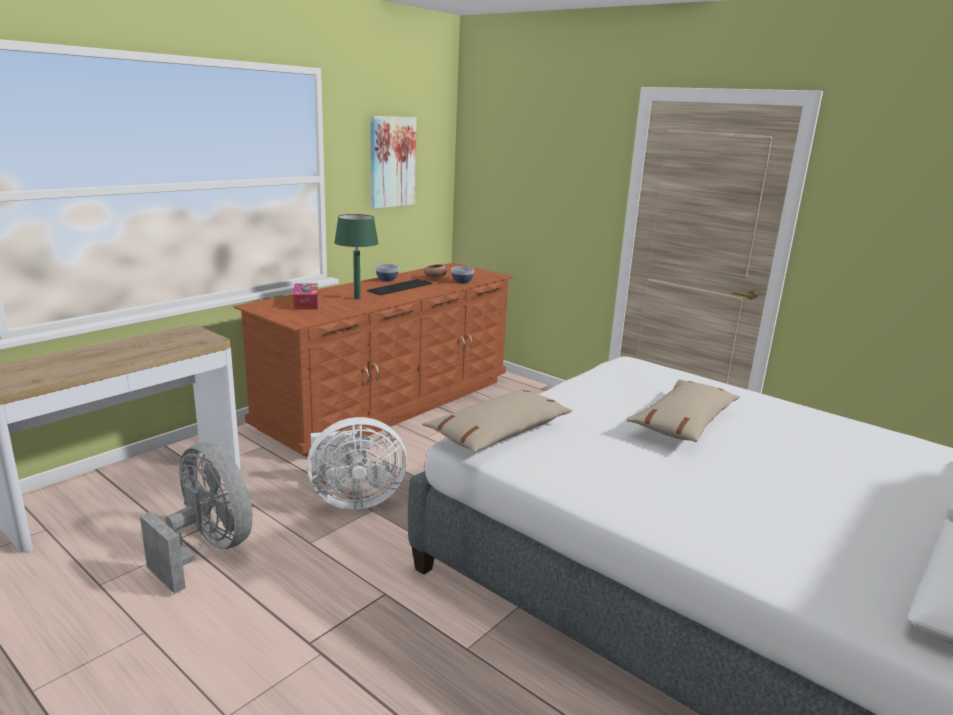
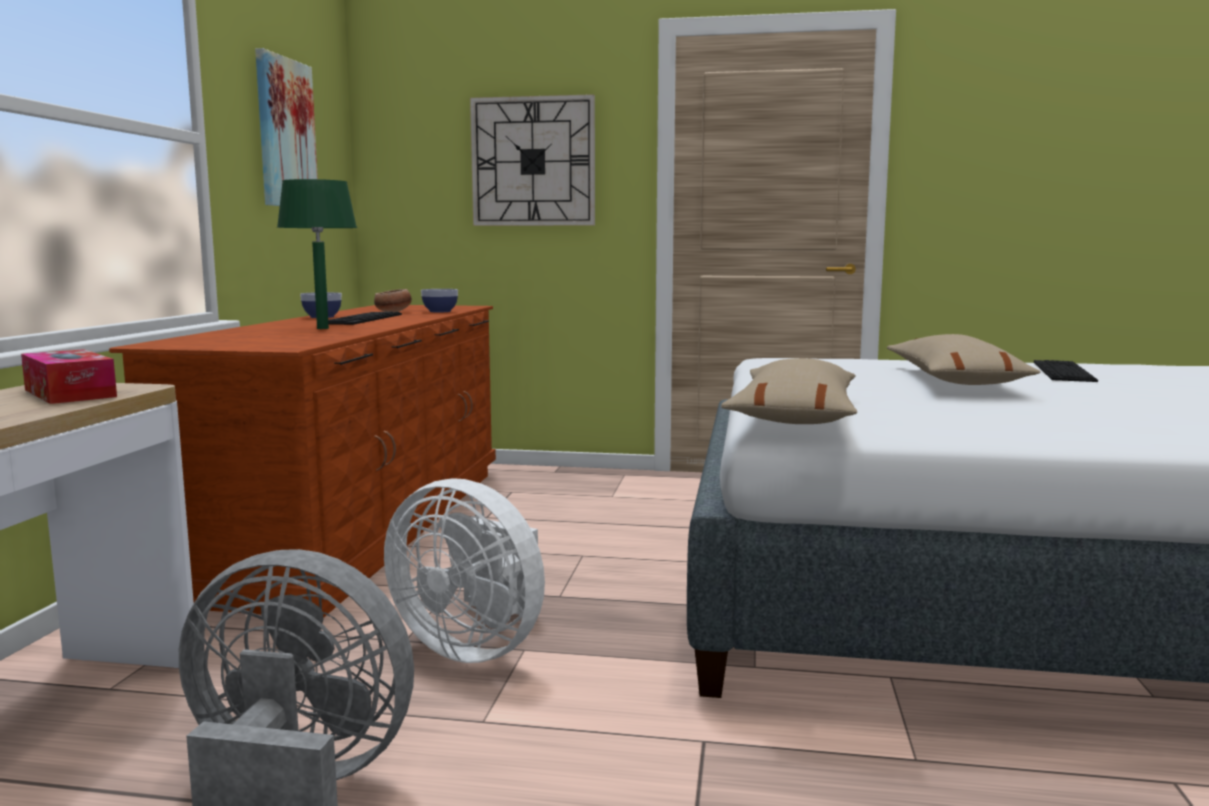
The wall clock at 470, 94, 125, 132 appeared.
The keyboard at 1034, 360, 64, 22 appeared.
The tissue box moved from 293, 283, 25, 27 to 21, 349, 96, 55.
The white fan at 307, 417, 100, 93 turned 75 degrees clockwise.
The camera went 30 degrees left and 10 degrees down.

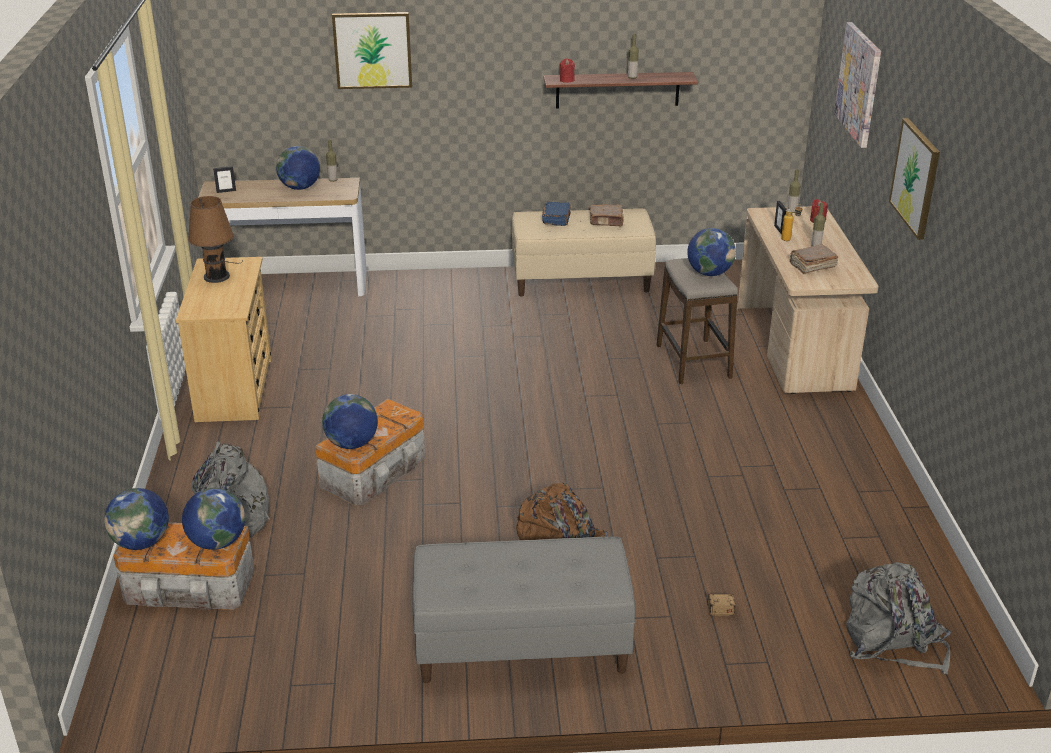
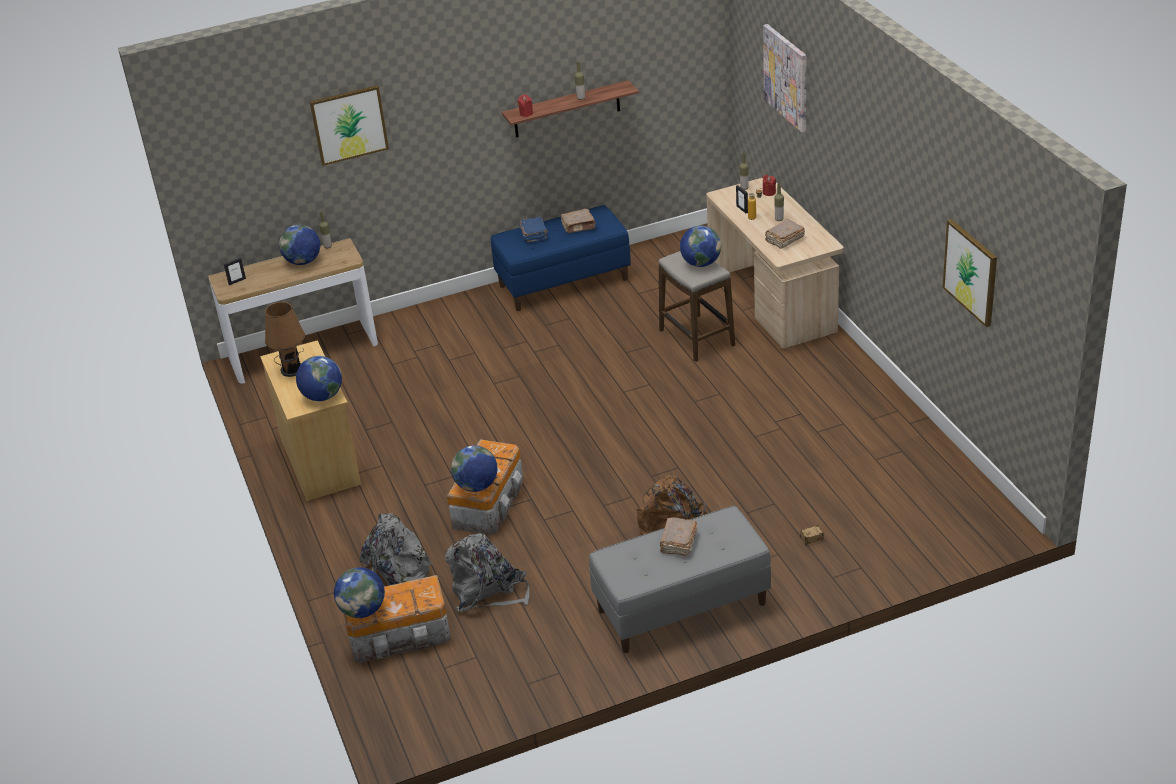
The brown book at 660, 517, 37, 39 appeared.
The globe moved from 182, 488, 63, 62 to 296, 356, 46, 45.
The grey backpack moved from 847, 562, 104, 112 to 445, 533, 84, 79.
The picture moved from 889, 118, 51, 122 to 943, 219, 54, 108.
The beige bench at 512, 209, 144, 87 became the blue bench at 491, 205, 140, 106.
The camera went 15 degrees left and 5 degrees up.

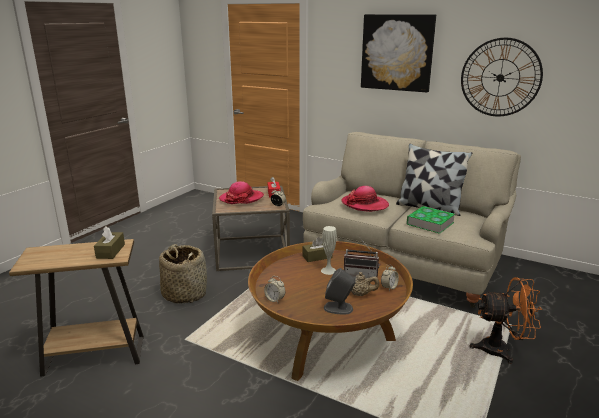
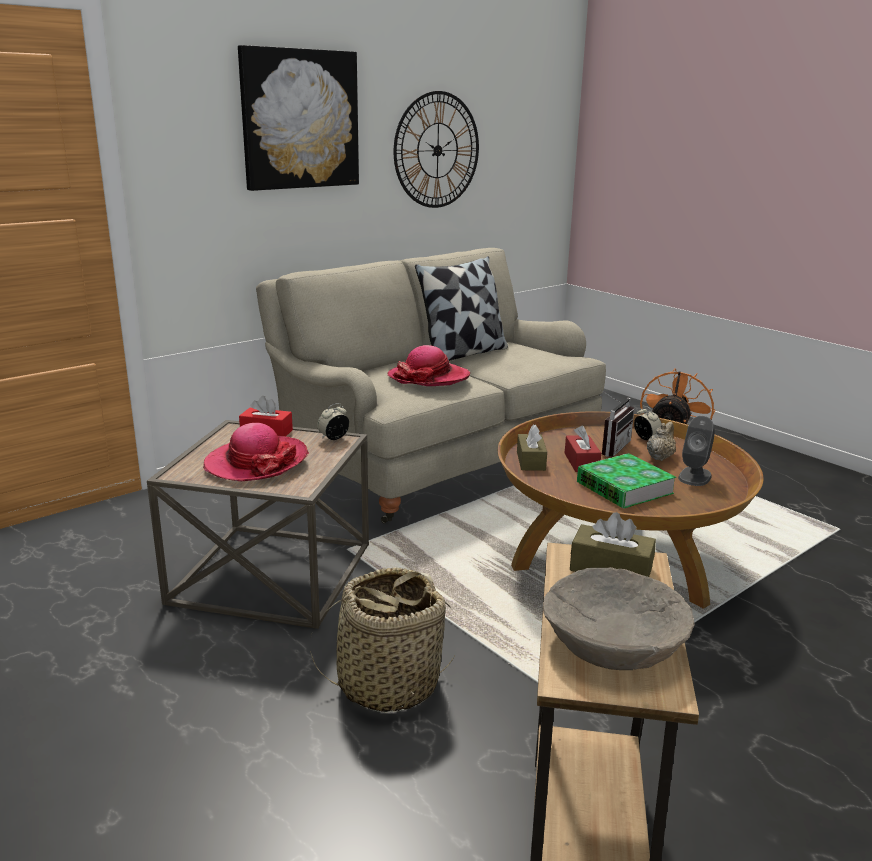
The alarm clock at 264, 276, 21, 27 disappeared.
The beige bowl at 543, 567, 152, 103 appeared.
The book moved from 406, 206, 49, 28 to 577, 453, 99, 56.
The white vase at 321, 226, 16, 49 was replaced by the red tissue box at 565, 426, 36, 46.
The camera went 70 degrees left and 0 degrees up.

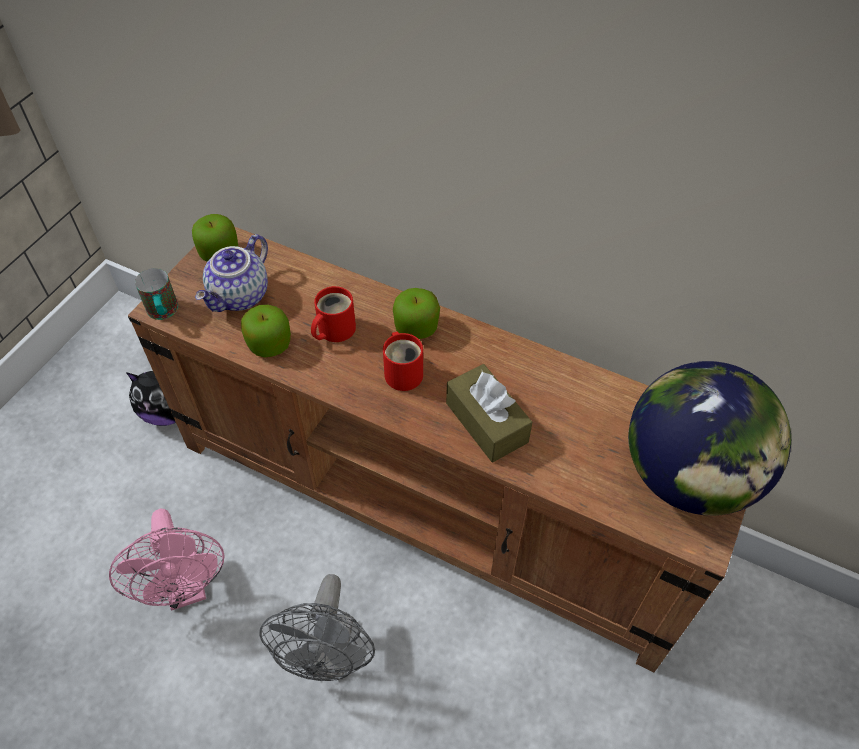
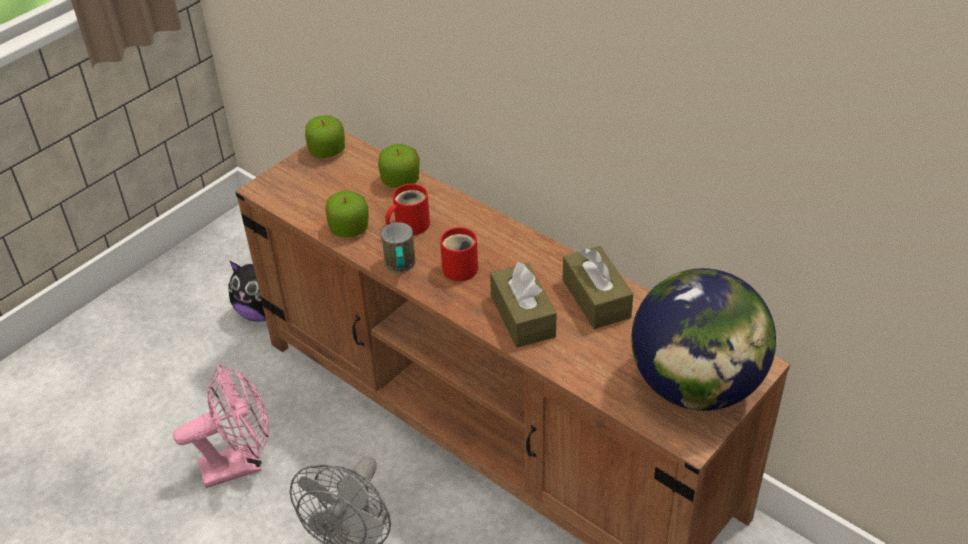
The teapot at 195, 234, 73, 78 disappeared.
The brown tissue box at 563, 246, 70, 83 appeared.
The mug moved from 135, 268, 43, 52 to 382, 222, 34, 51.
The apple moved from 393, 288, 47, 51 to 378, 144, 41, 44.
The pink fan at 109, 509, 116, 101 turned 105 degrees counterclockwise.
The camera went 15 degrees right and 10 degrees down.

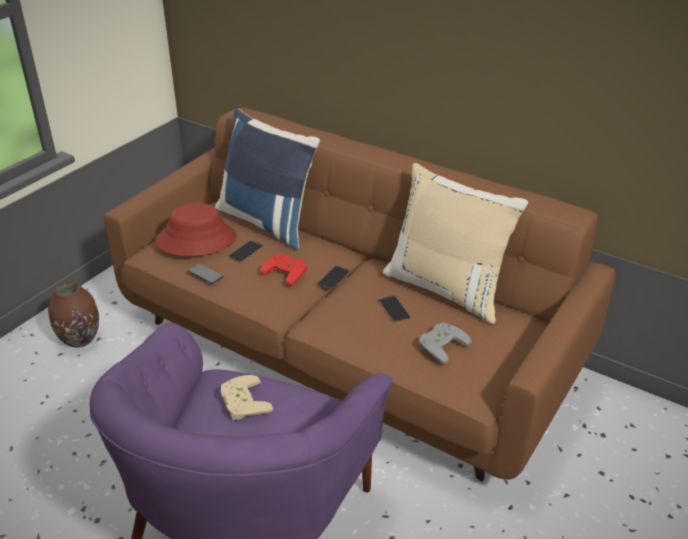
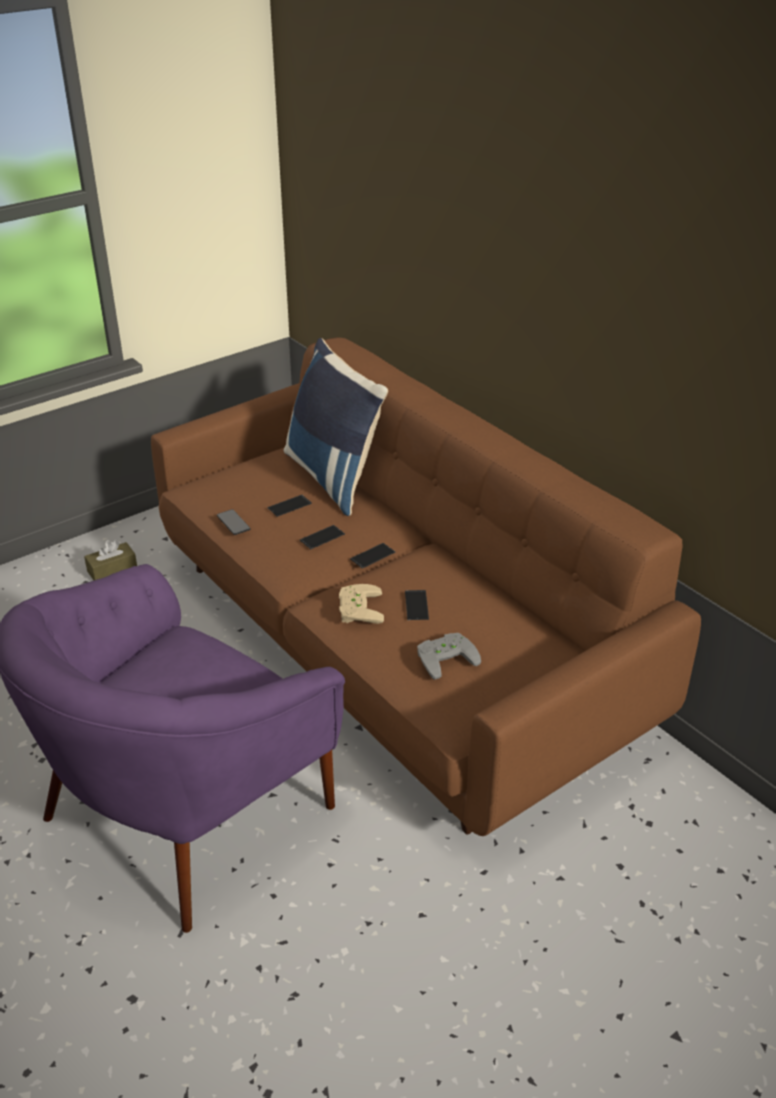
The red hat at 155, 203, 82, 53 disappeared.
The beige pillow at 383, 163, 145, 161 disappeared.
The beige game controller moved from 221, 375, 52, 46 to 339, 584, 45, 40.
The brown vase at 48, 281, 51, 67 was replaced by the brown tissue box at 84, 540, 53, 41.
The red game controller at 260, 254, 47, 32 was replaced by the phone at 300, 525, 45, 24.
The camera went 20 degrees right and 0 degrees up.

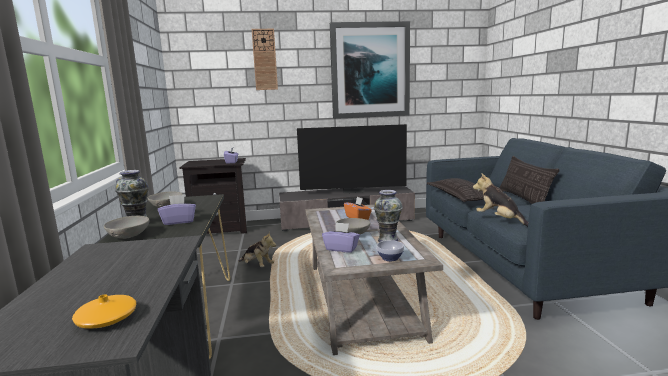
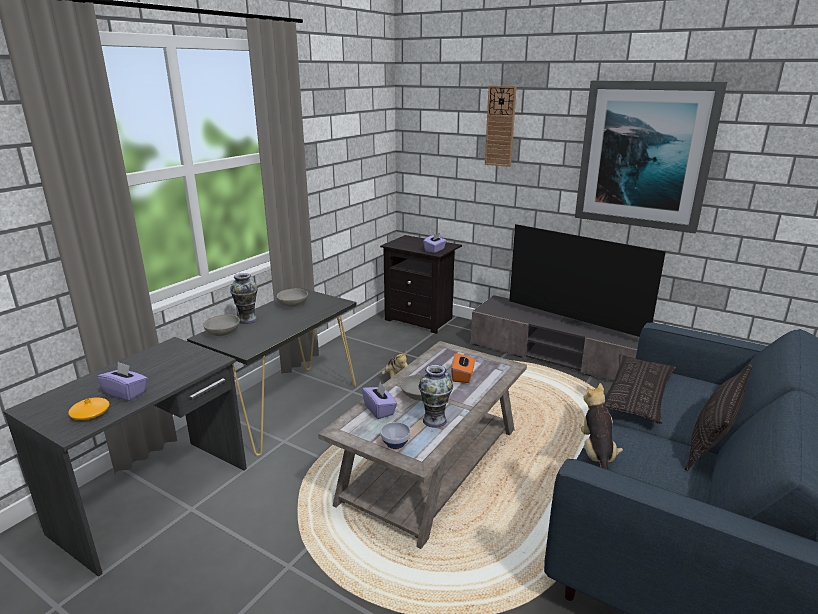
The purple tissue box moved from 158, 195, 38, 30 to 97, 362, 51, 39.
The camera went 40 degrees right and 10 degrees up.

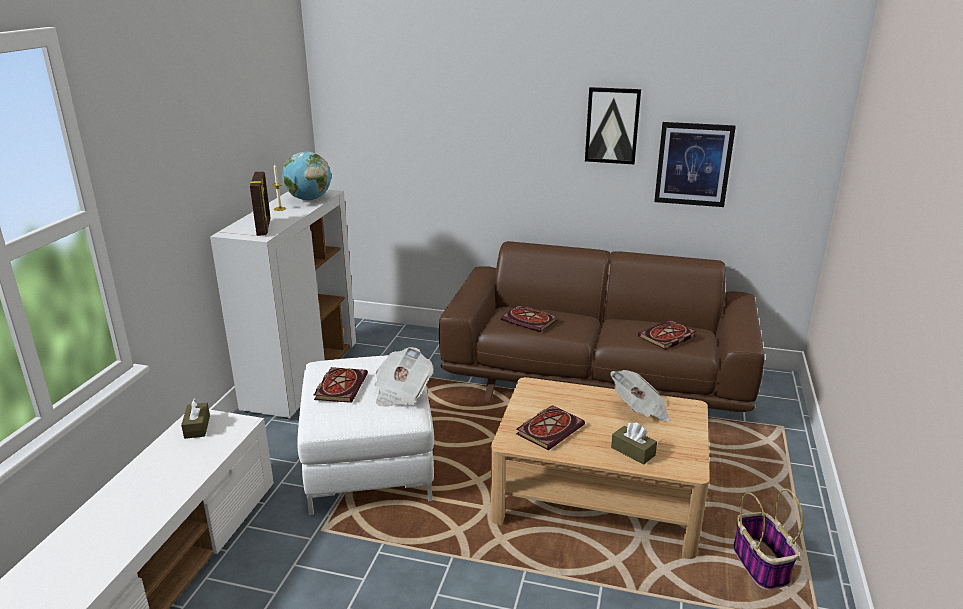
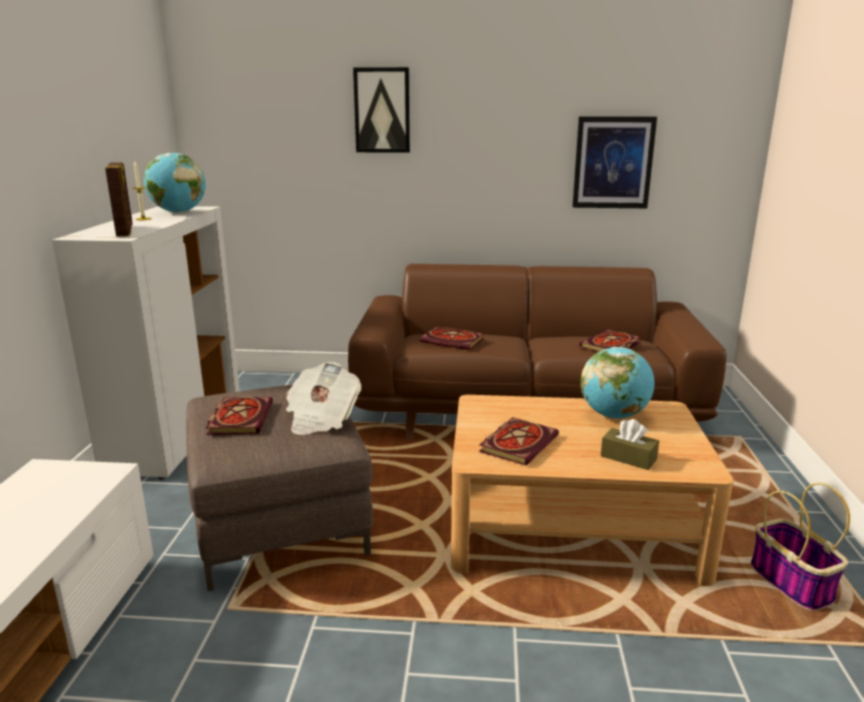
The brown tissue box at 181, 398, 29, 41 disappeared.
The picture moved from 585, 87, 56, 77 to 353, 67, 57, 86.
The newspaper at 611, 370, 58, 52 was replaced by the globe at 581, 347, 74, 72.
The white ottoman at 297, 355, 137, 160 became the brown ottoman at 186, 384, 187, 207.
The camera went 10 degrees left and 5 degrees down.

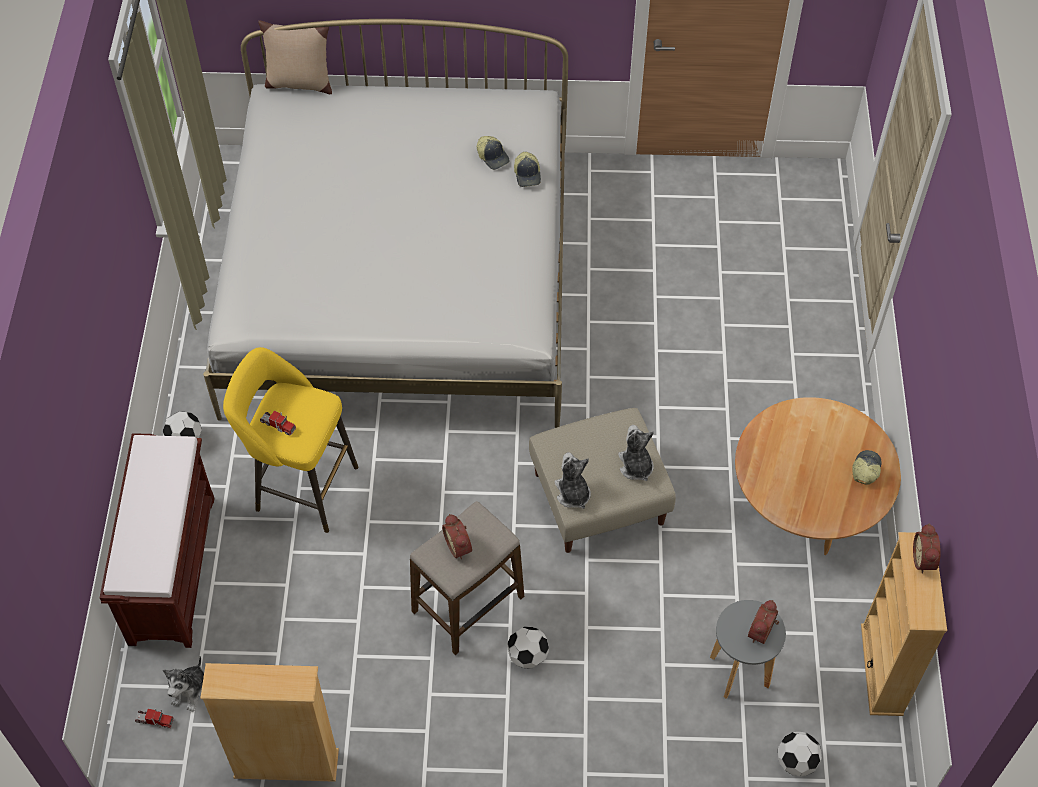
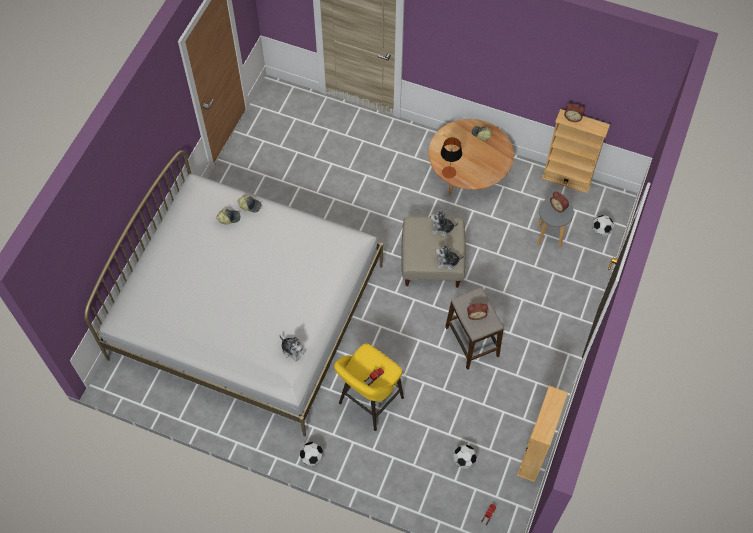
The brown bench at 100, 433, 115, 215 disappeared.
The beige pillow at 258, 21, 74, 73 disappeared.
The table lamp at 441, 138, 21, 40 appeared.
The plush toy moved from 163, 656, 41, 56 to 279, 335, 27, 27.
The football moved from 507, 626, 42, 43 to 453, 445, 24, 24.
The camera went 70 degrees left and 5 degrees up.

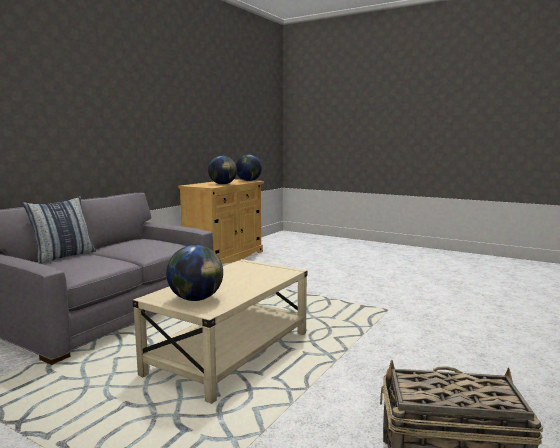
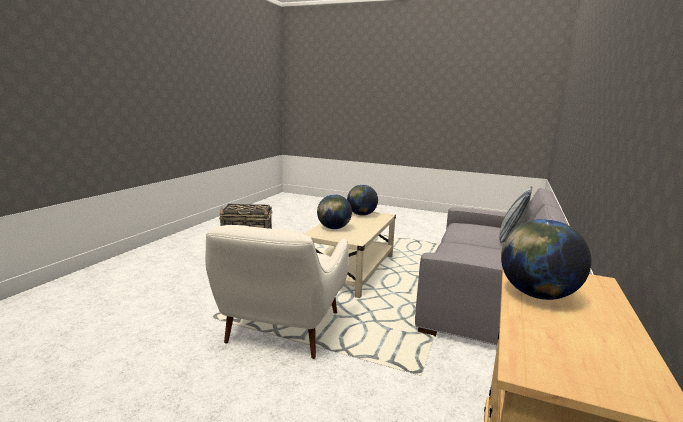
The white armchair at 205, 225, 144, 134 appeared.
The globe moved from 236, 155, 26, 26 to 317, 194, 35, 35.
The camera went 170 degrees right and 5 degrees up.

